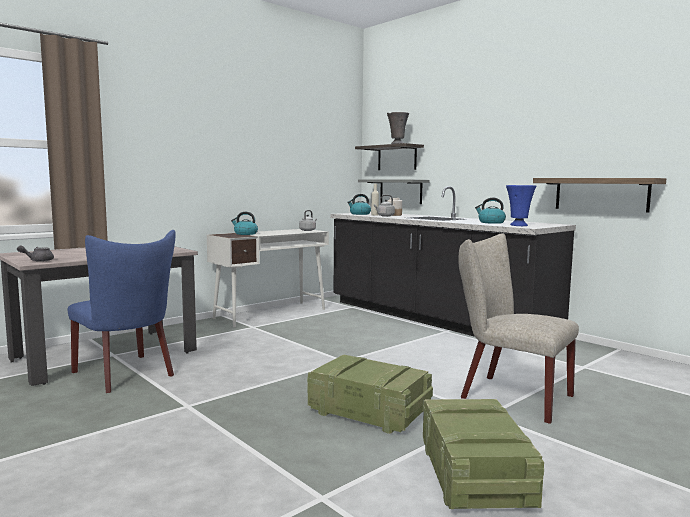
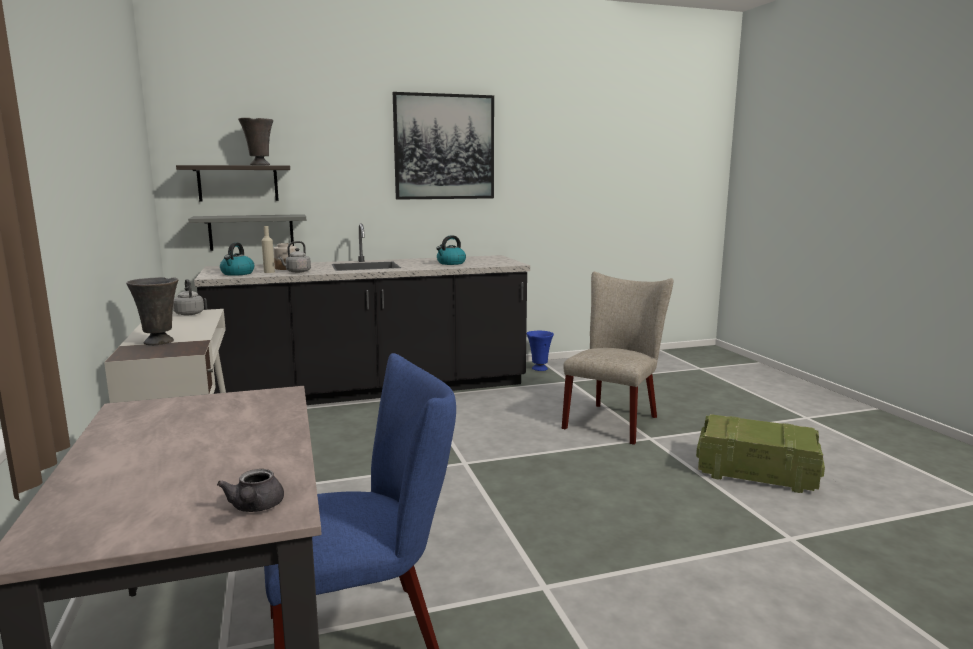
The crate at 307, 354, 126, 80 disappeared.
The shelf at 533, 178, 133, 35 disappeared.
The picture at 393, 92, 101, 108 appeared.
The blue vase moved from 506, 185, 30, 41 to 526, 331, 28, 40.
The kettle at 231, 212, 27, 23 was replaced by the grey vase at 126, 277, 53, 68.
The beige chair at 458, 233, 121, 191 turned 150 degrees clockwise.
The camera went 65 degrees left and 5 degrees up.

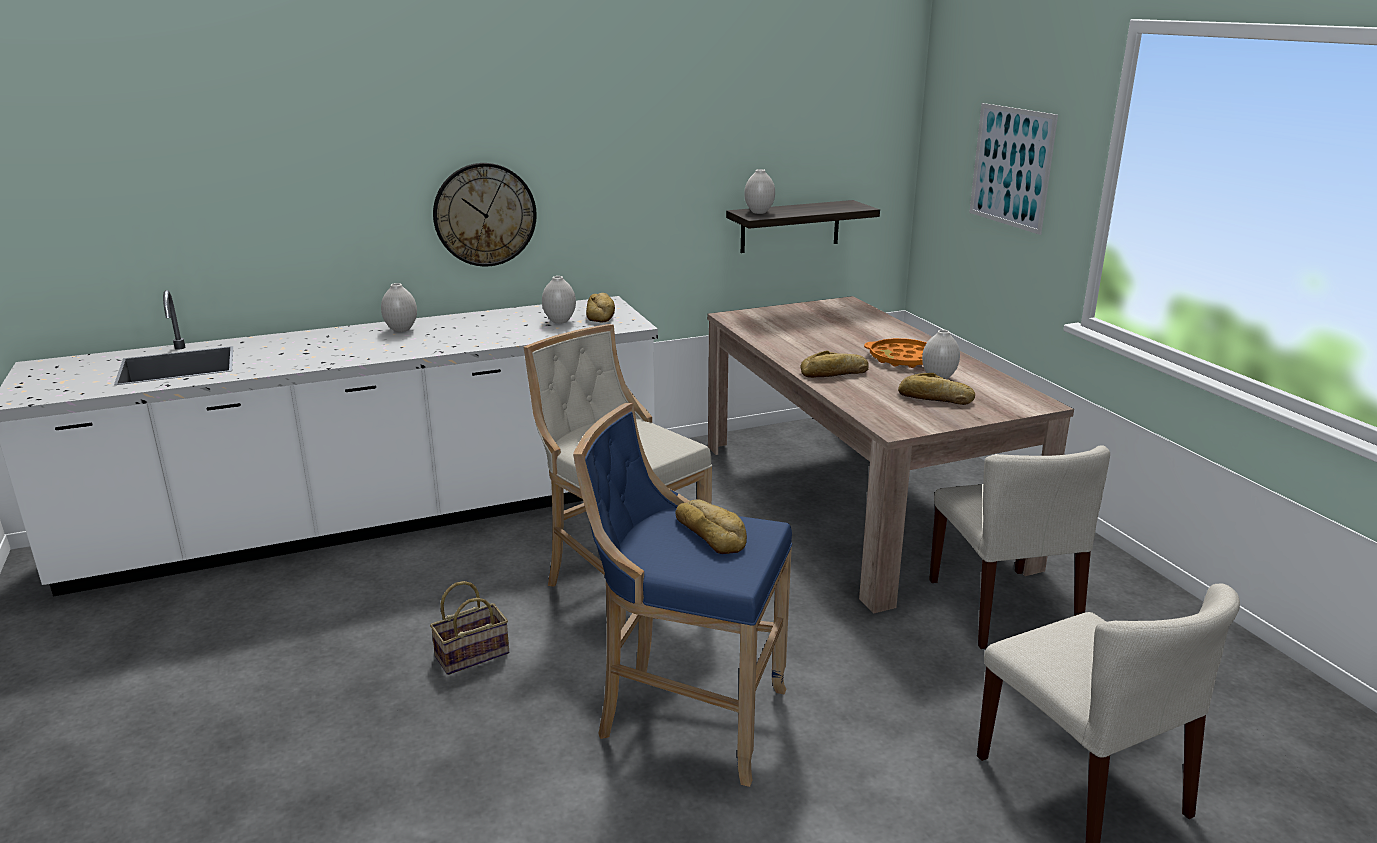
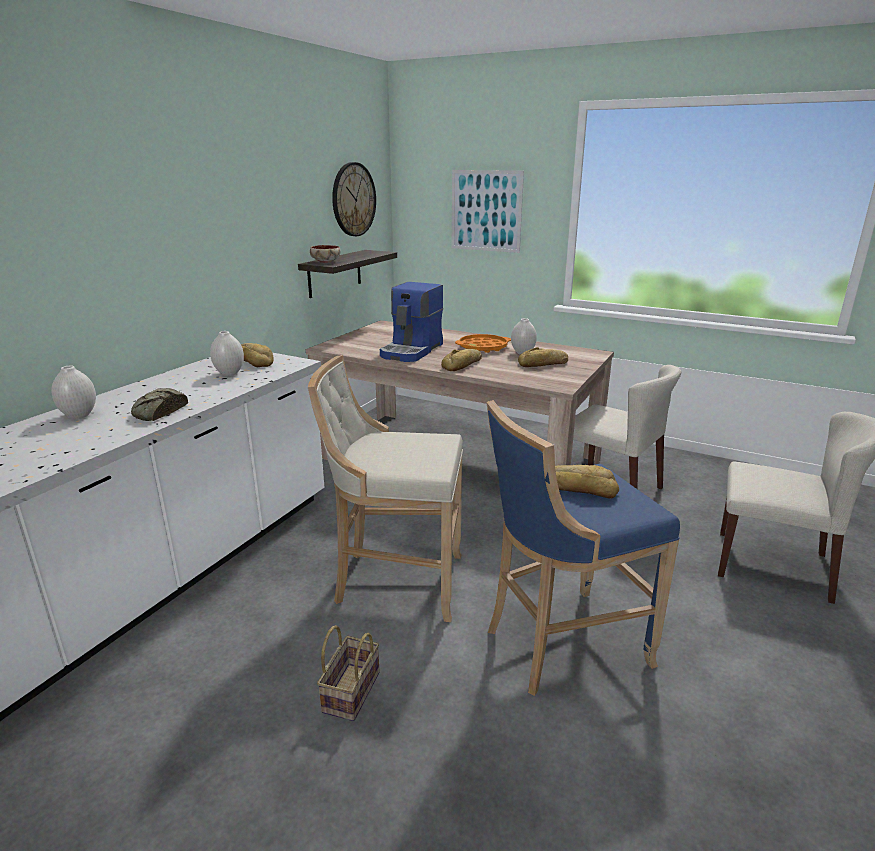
The bread at 131, 388, 57, 33 appeared.
The coffee machine at 380, 282, 63, 80 appeared.
The wall clock moved from 433, 163, 104, 103 to 332, 162, 44, 74.
The white vase at 744, 169, 31, 45 was replaced by the bowl at 310, 245, 31, 18.
The camera went 40 degrees left and 0 degrees up.

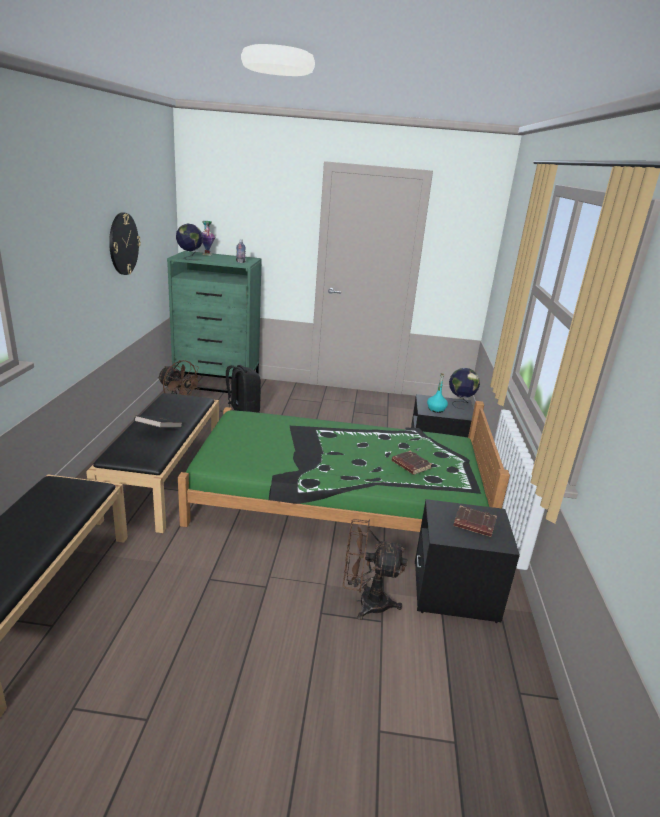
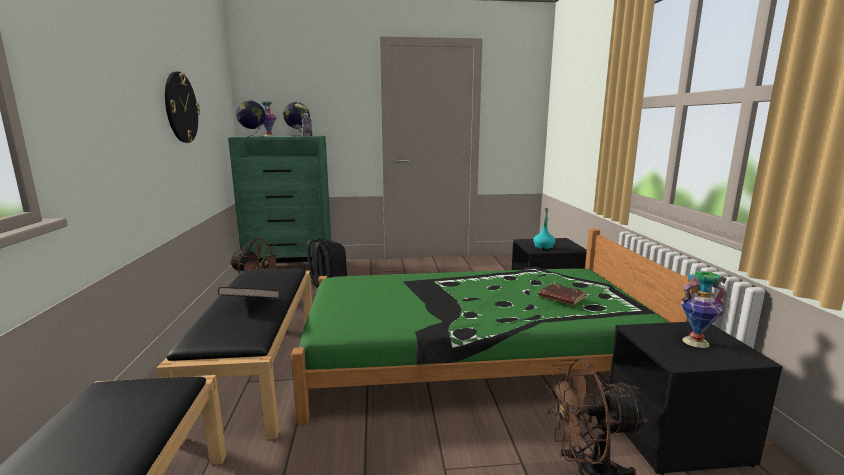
The globe moved from 449, 368, 31, 41 to 283, 102, 27, 34.
The brown book at 453, 506, 44, 31 was replaced by the vase at 681, 271, 47, 77.
The camera went 10 degrees left and 10 degrees down.

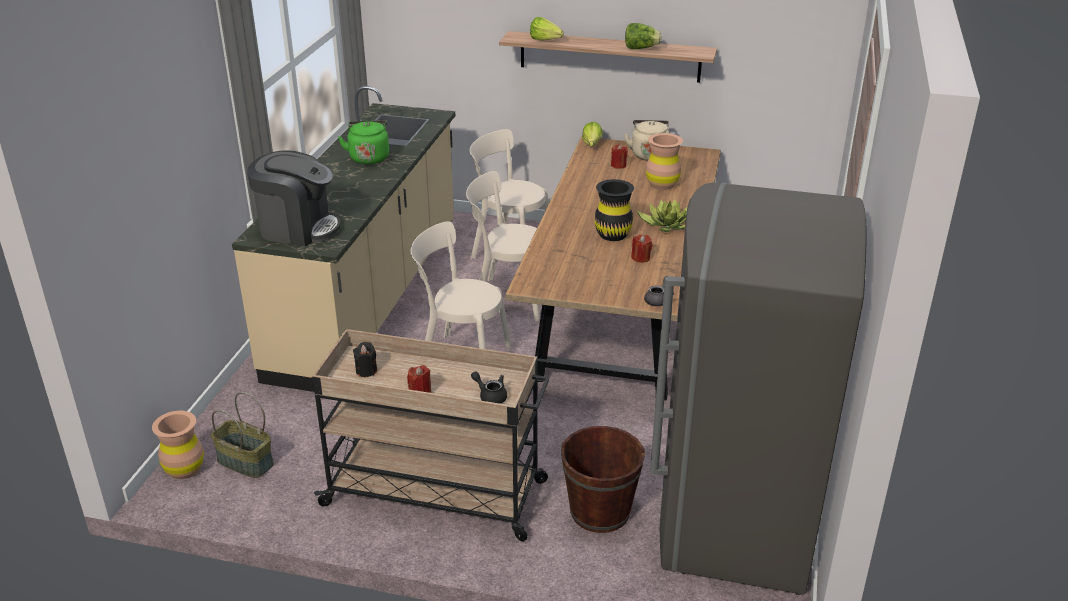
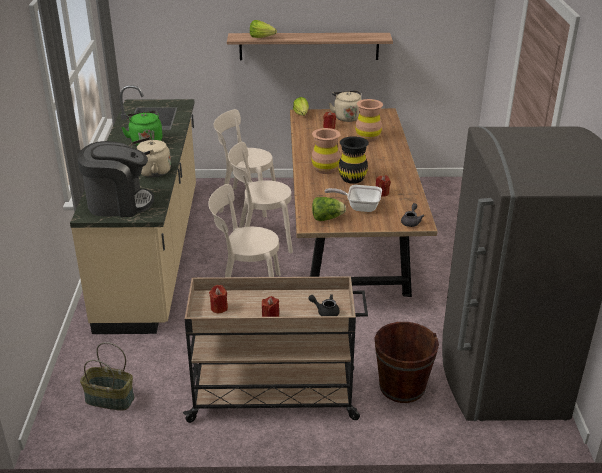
The potted plant at 636, 199, 51, 33 disappeared.
The beige kettle at 131, 137, 40, 40 appeared.
The frying pan at 325, 185, 57, 27 appeared.
The brown vase moved from 152, 411, 52, 68 to 311, 128, 29, 46.
The lettuce moved from 625, 23, 37, 26 to 312, 197, 34, 24.
The black candle at 353, 342, 24, 35 became the red candle at 209, 285, 19, 28.
The camera went 15 degrees left and 0 degrees up.

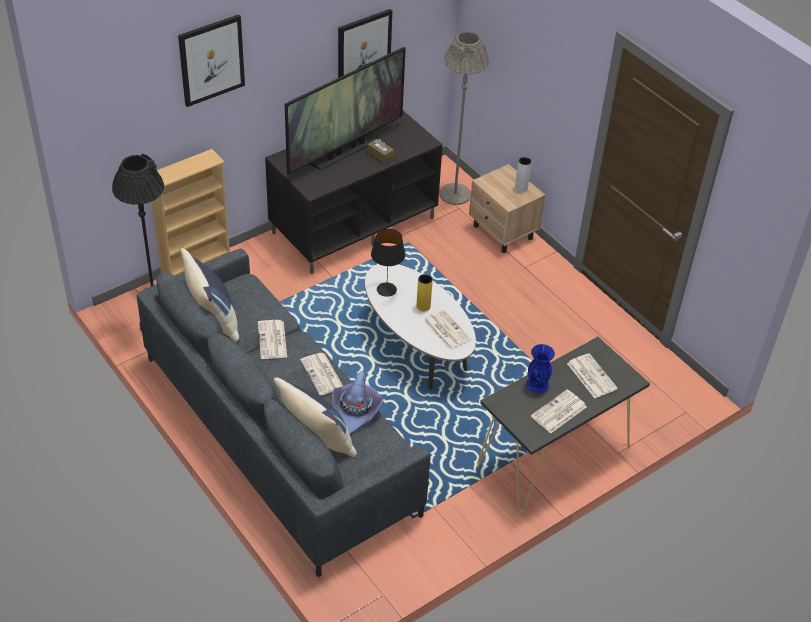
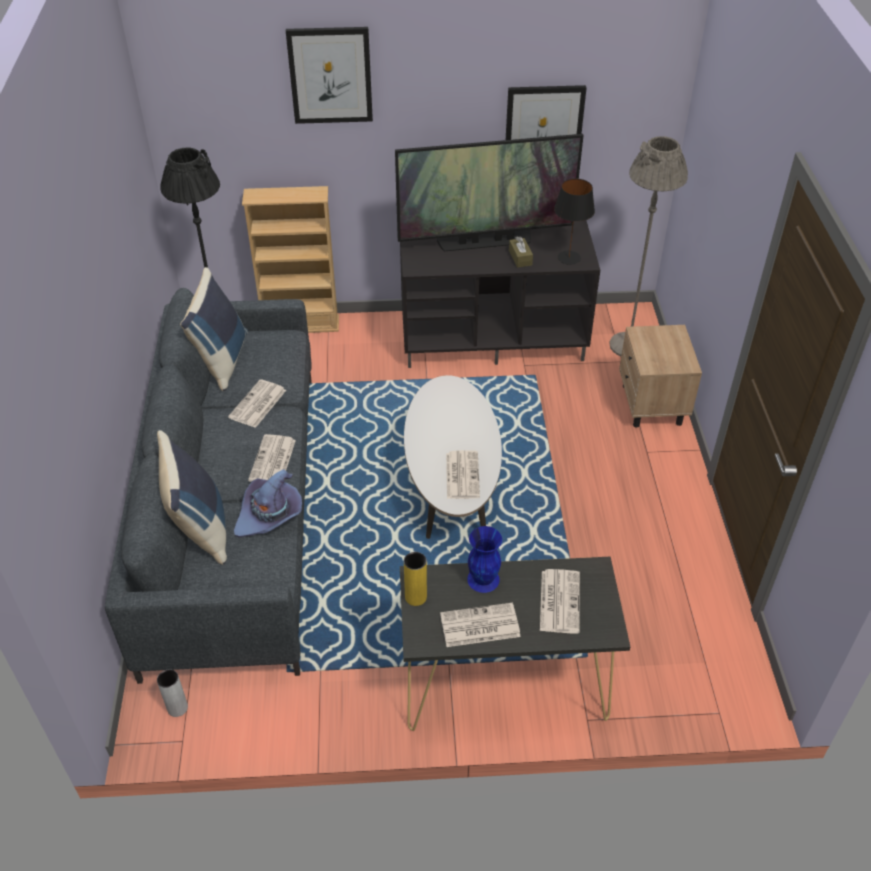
The black table lamp moved from 371, 229, 35, 68 to 554, 179, 41, 86.
The yellow vase moved from 416, 274, 17, 37 to 404, 552, 23, 54.
The grey vase moved from 515, 157, 17, 36 to 157, 669, 31, 48.
The camera went 35 degrees right and 0 degrees up.

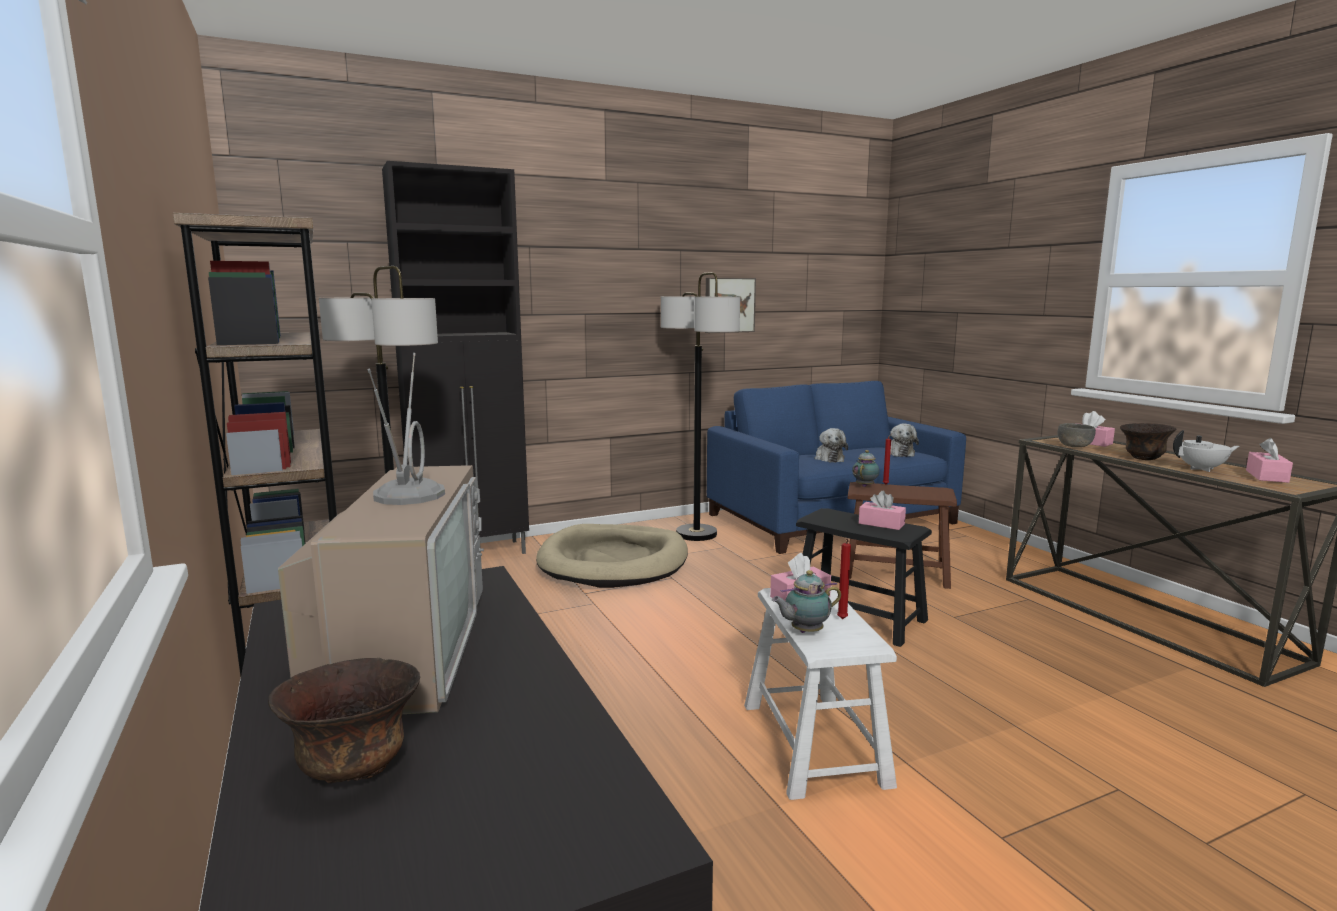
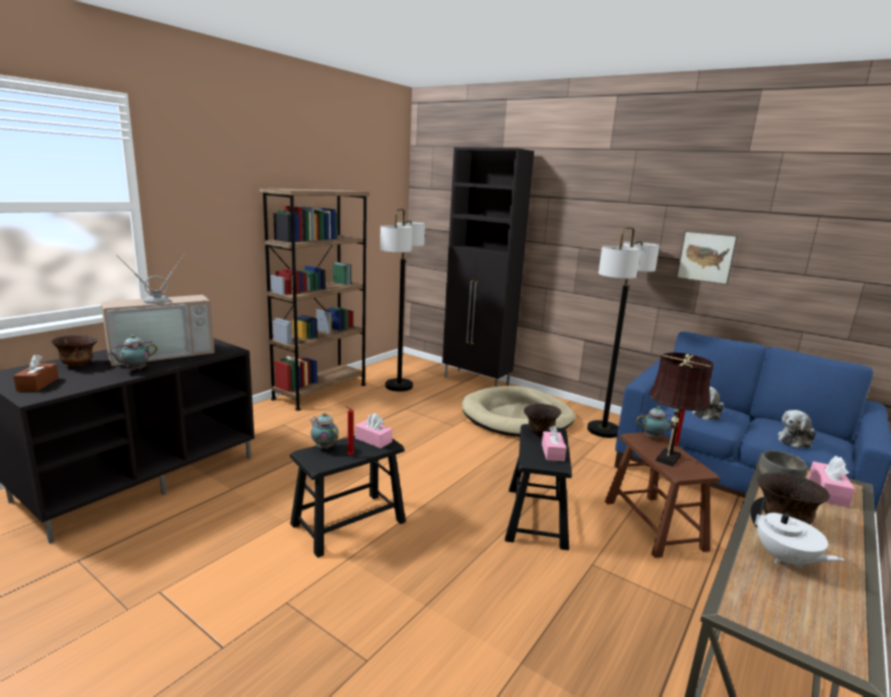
The pink tissue box at 1246, 438, 47, 45 disappeared.
The brown tissue box at 13, 354, 46, 37 appeared.
The teapot at 108, 335, 49, 36 appeared.
The brown bowl at 524, 404, 37, 32 appeared.
The brown table lamp at 649, 352, 64, 115 appeared.
The white stool at 744, 588, 153, 212 became the black stool at 290, 435, 116, 123.
The camera went 60 degrees right and 5 degrees up.

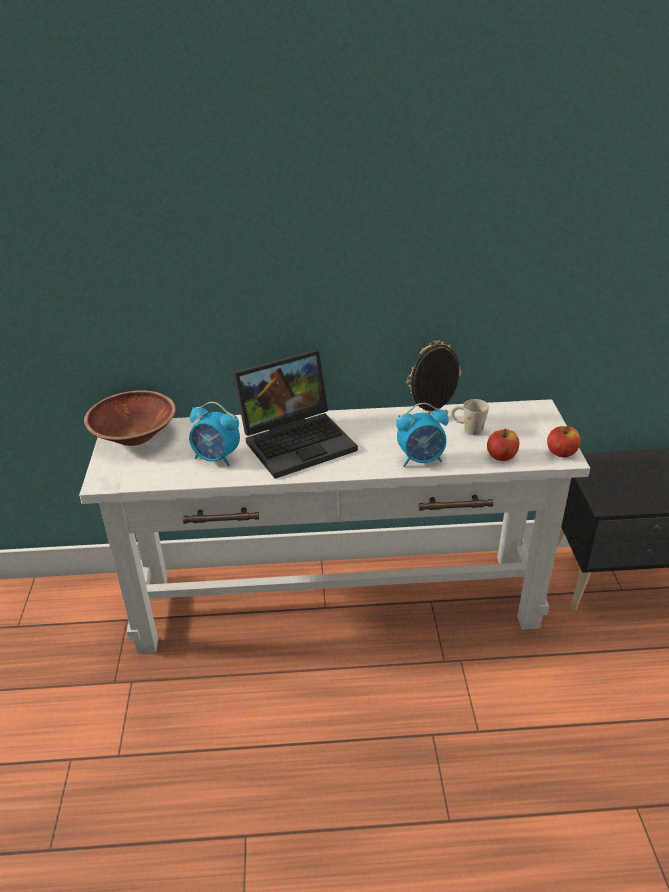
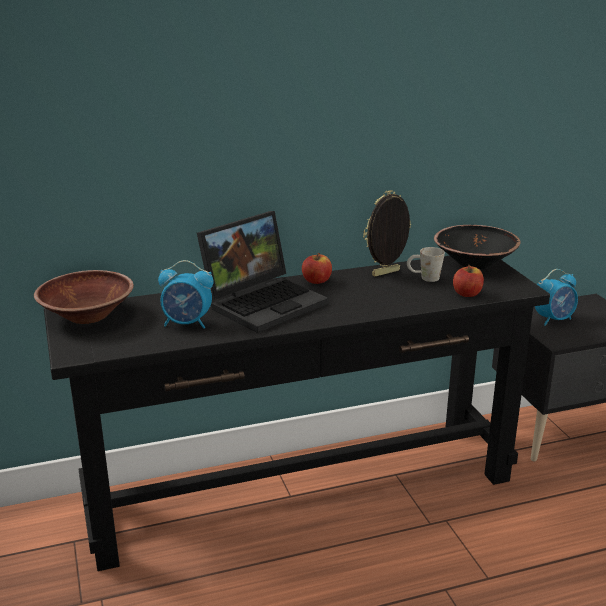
The black bowl at 434, 225, 86, 44 appeared.
The alarm clock moved from 396, 403, 53, 64 to 535, 269, 43, 57.
The apple moved from 547, 426, 34, 31 to 302, 253, 30, 31.
The white console table at 79, 399, 511, 255 became the black console table at 44, 256, 506, 315.
The camera went 15 degrees left and 10 degrees down.

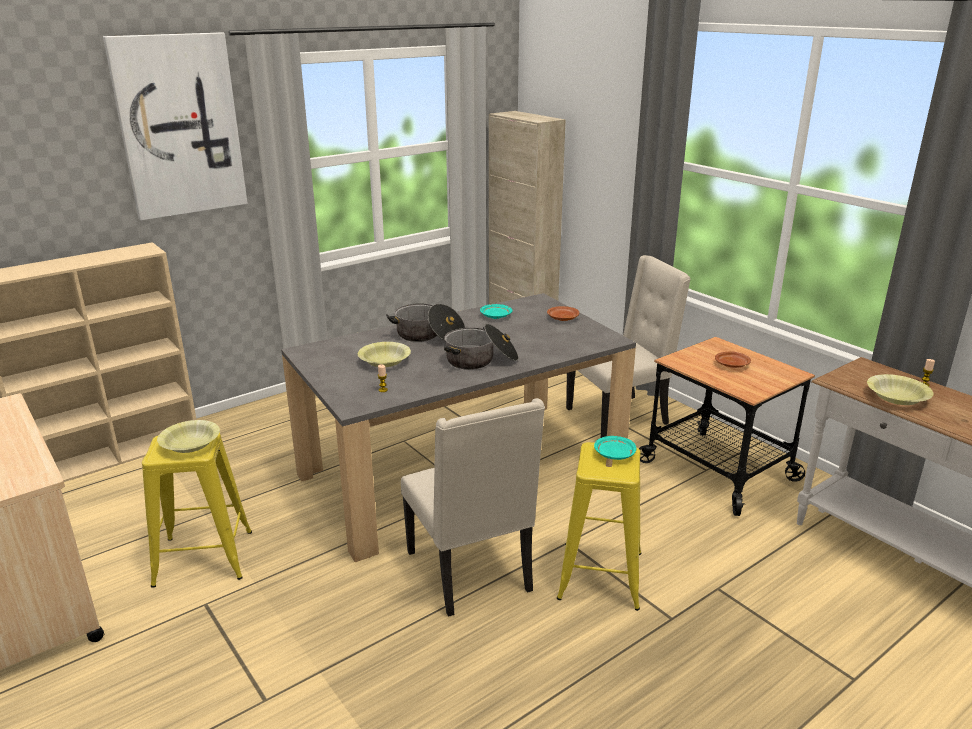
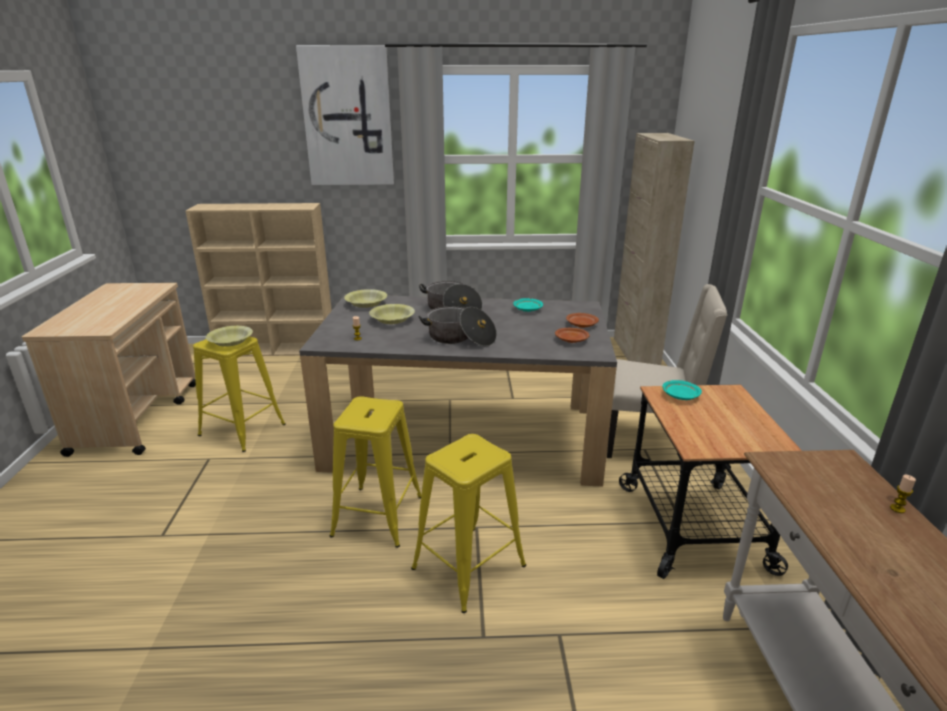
The turquoise plate moved from 594, 436, 42, 24 to 662, 380, 40, 20.
The brown plate moved from 715, 351, 36, 17 to 555, 328, 35, 15.
The yellow bowl moved from 867, 374, 66, 31 to 344, 289, 43, 19.
The beige chair at 401, 398, 144, 219 was replaced by the yellow stool at 330, 396, 92, 152.
The camera went 35 degrees right and 0 degrees up.

